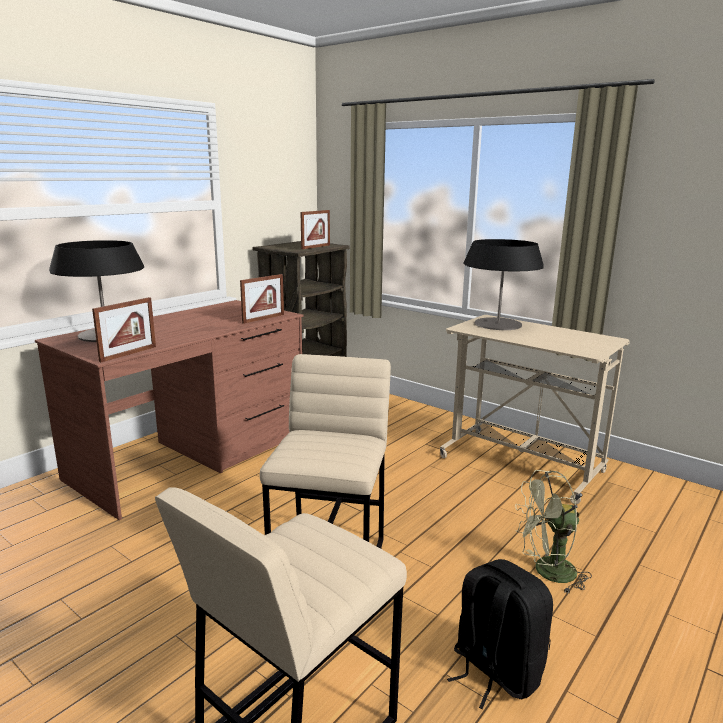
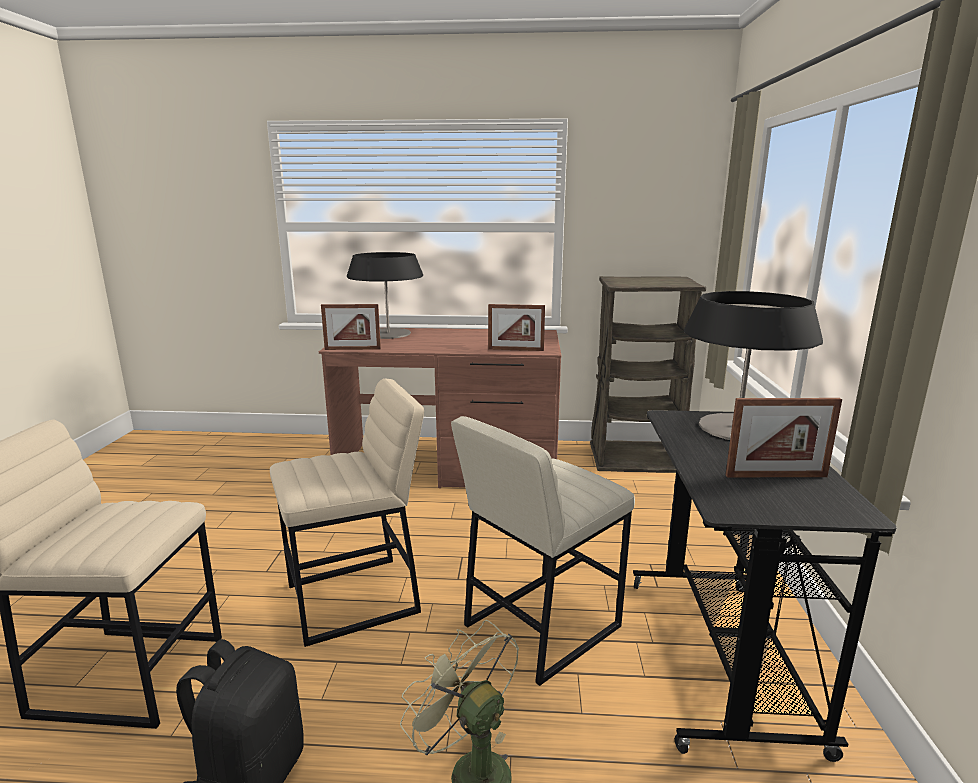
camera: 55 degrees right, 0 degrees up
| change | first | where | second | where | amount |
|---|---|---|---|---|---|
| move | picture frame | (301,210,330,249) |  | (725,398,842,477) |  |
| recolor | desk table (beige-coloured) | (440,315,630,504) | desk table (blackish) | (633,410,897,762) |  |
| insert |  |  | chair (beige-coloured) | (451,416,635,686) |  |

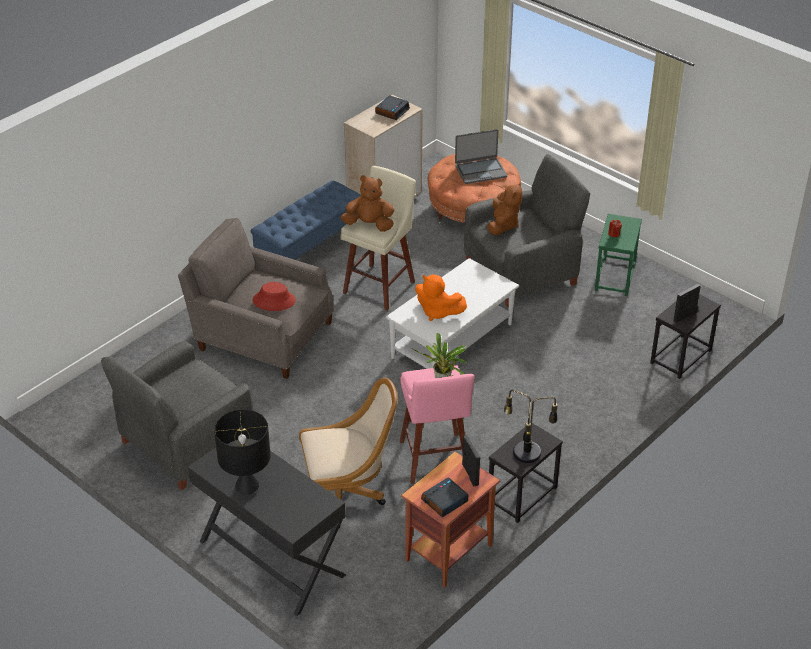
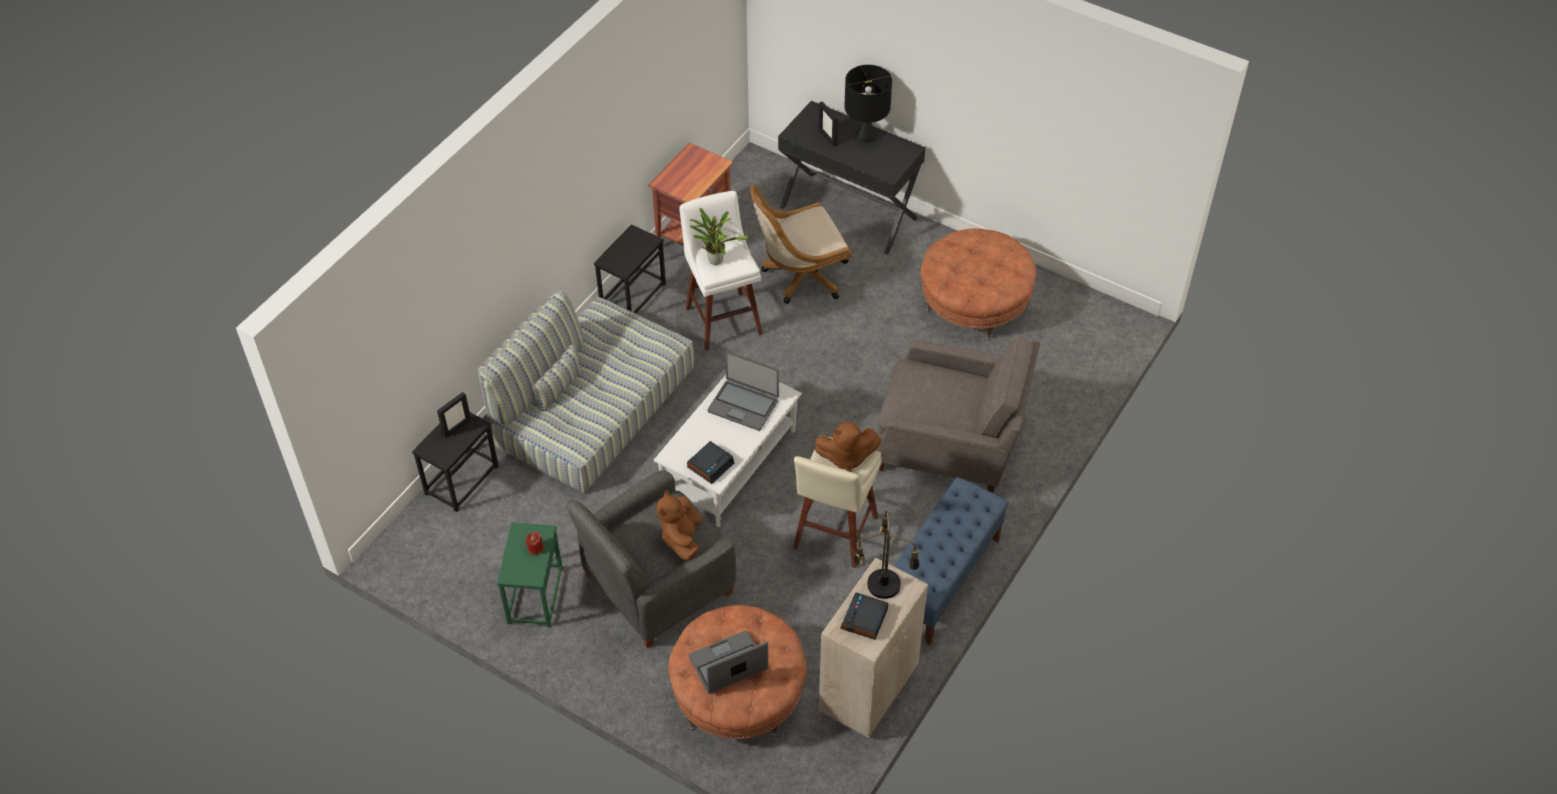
camera: 170 degrees right, 10 degrees up
| change | first | where | second | where | amount |
|---|---|---|---|---|---|
| replace | armchair (greyish) | (101,341,253,490) | ottoman (brown-coloured) | (921,228,1036,340) |  |
| delete | hat (red) | (252,282,296,311) |  |  |  |
| recolor | stool (pinkish) | (400,365,474,484) | stool (white) | (679,191,763,350) |  |
| replace | cuddly toy (orange-coloured) | (415,275,467,321) | notebook computer | (707,351,779,431) |  |
| move | alarm clock | (421,477,468,517) |  | (687,441,734,484) |  |
| move | picture frame | (462,435,480,487) |  | (818,102,838,147) |  |
| move | lamp for a table | (504,390,557,463) |  | (854,511,919,599) |  |
| insert |  |  | couch | (478,291,694,493) |  |

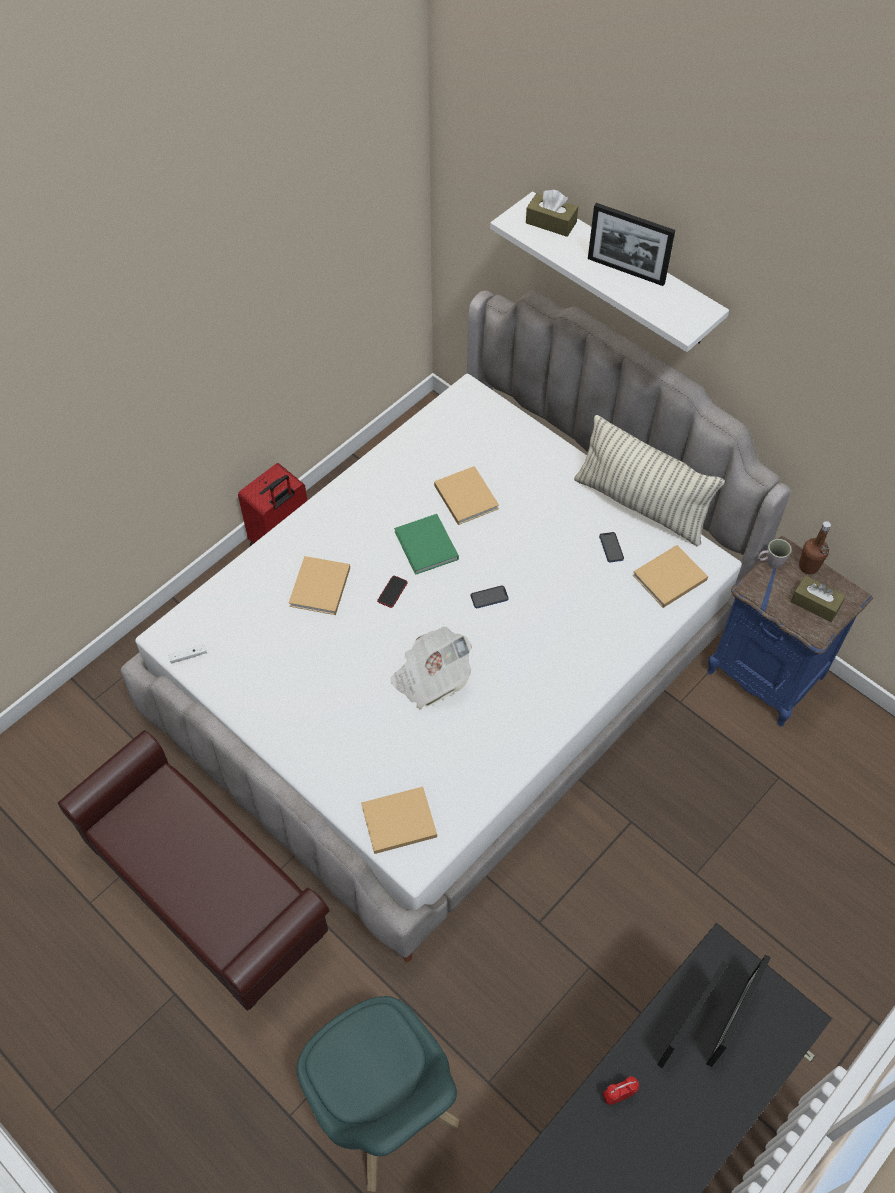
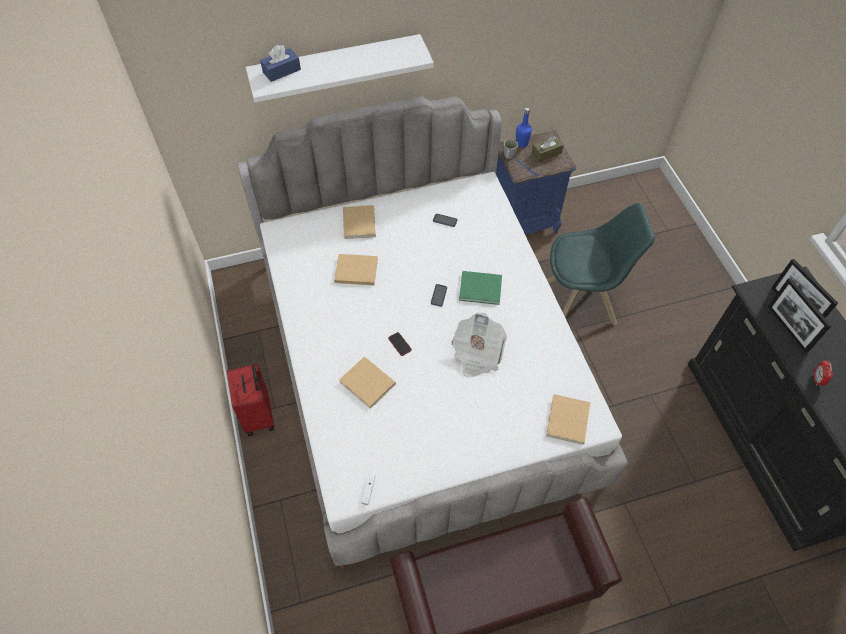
camera: 60 degrees left, 0 degrees up
| change | first | where | second | where | amount |
|---|---|---|---|---|---|
| move | chair (turquoise) | (296,996,459,1192) |  | (547,203,655,326) |  |
| move | book (green-coloured) | (394,514,459,575) |  | (459,271,502,305) |  |
| recolor | tissue box (brown-coloured) | (526,190,578,237) | tissue box (blue-coloured) | (260,45,301,82) |  |
| delete | cushion | (574,415,725,546) |  |  |  |
| delete | picture frame | (588,203,675,286) |  |  |  |
| move | book (beige-coloured) | (633,545,708,608) |  | (343,205,376,239) |  |
| recolor | bottle (brown-coloured) | (799,521,831,574) | bottle (blue-coloured) | (516,107,532,147) |  |

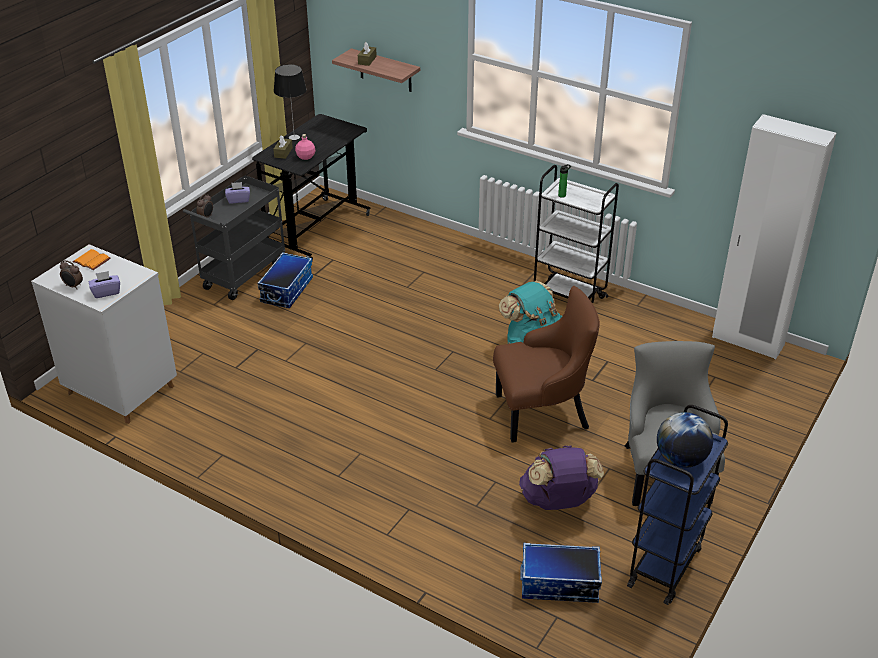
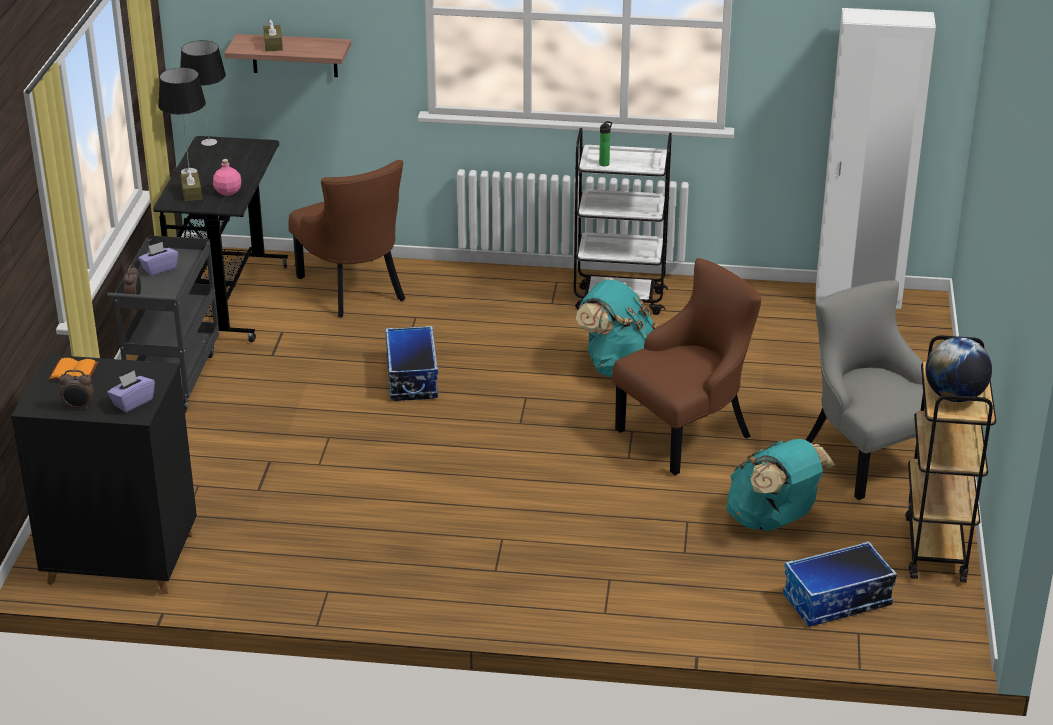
camera: 25 degrees left, 5 degrees down
| change | first | where | second | where | amount |
|---|---|---|---|---|---|
| recolor | dresser (white) | (31,244,177,424) | dresser (blackish) | (11,355,197,594) |  |
| move | storage container | (258,252,313,308) |  | (385,326,438,401) |  |
| recolor | rucksack (purple-coloured) | (519,445,604,510) | rucksack (turquoise) | (726,439,835,531) |  |
| recolor | cart (blue-coloured) | (627,405,728,605) | cart (brown-coloured) | (905,336,996,583) |  |
| insert |  |  | lamp for a table | (180,40,226,146) |  |
| insert |  |  | chair (brown-coloured) | (288,160,405,317) |  |

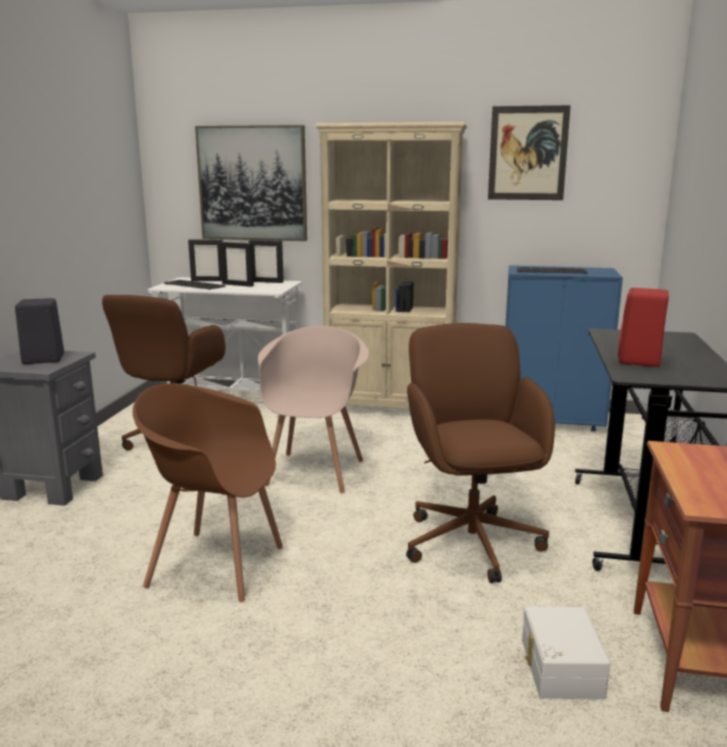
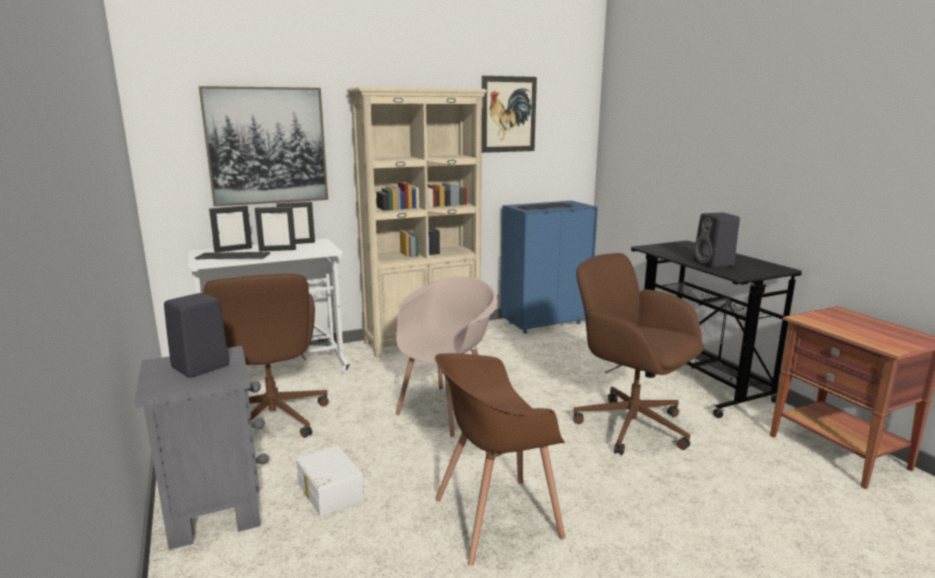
camera: 35 degrees left, 0 degrees up
| change | first | where | second | where | amount |
|---|---|---|---|---|---|
| rotate | chair (beige-coloured) | (258,326,369,493) |  | (396,276,498,437) | 60 degrees clockwise |
| move | storage container (white) | (522,607,610,699) |  | (296,445,364,516) |  |
| recolor | loudspeaker (red) | (618,288,669,367) | loudspeaker (blackish) | (694,213,740,268) |  |

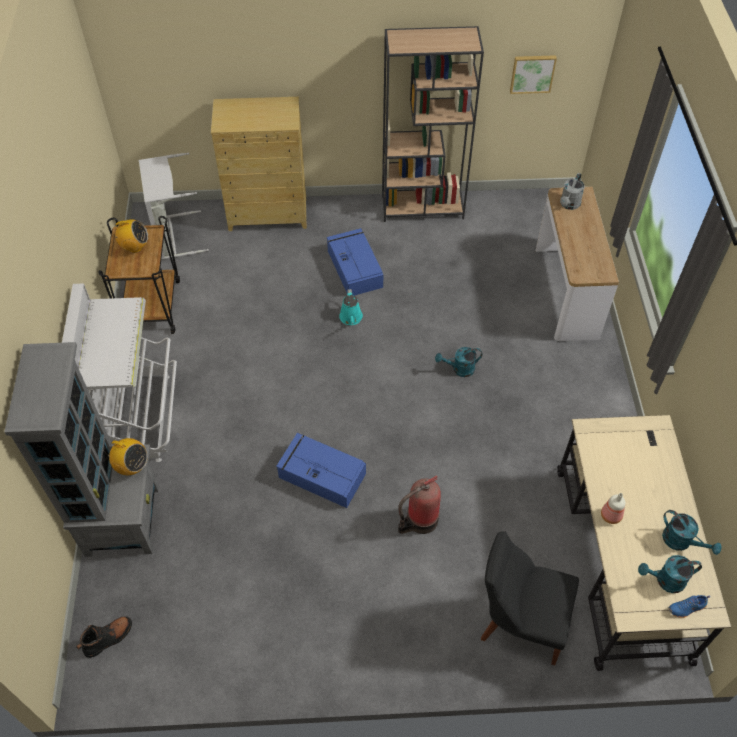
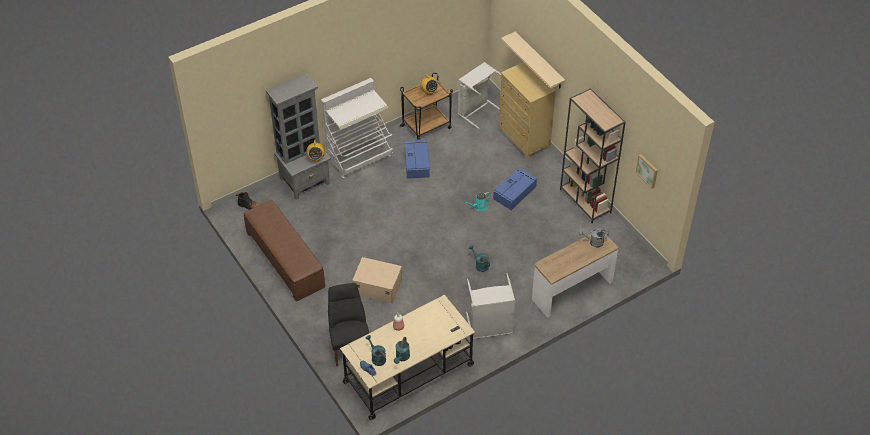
camera: 60 degrees right, 5 degrees down
| change | first | where | second | where | amount |
|---|---|---|---|---|---|
| move | storage container (blue-coloured) | (276,433,366,508) |  | (404,139,429,178) |  |
| replace | fire-fighting cylinder | (398,475,441,534) | storage container (beige-coloured) | (352,257,402,303) |  |
| insert |  |  | indoor bench (brown-coloured) | (244,200,325,301) |  |
| insert |  |  | washing basket (greyish) | (466,273,515,339) |  |
| insert |  |  | wall shelf (beige-coloured) | (501,32,565,89) |  |

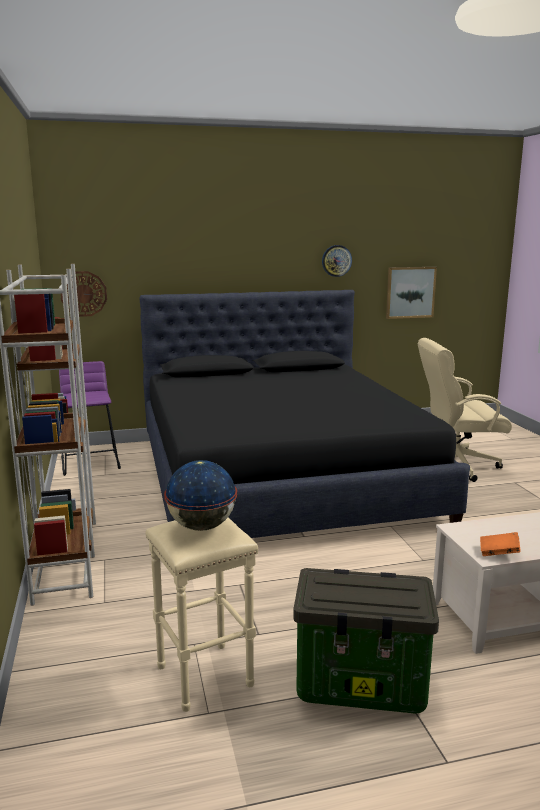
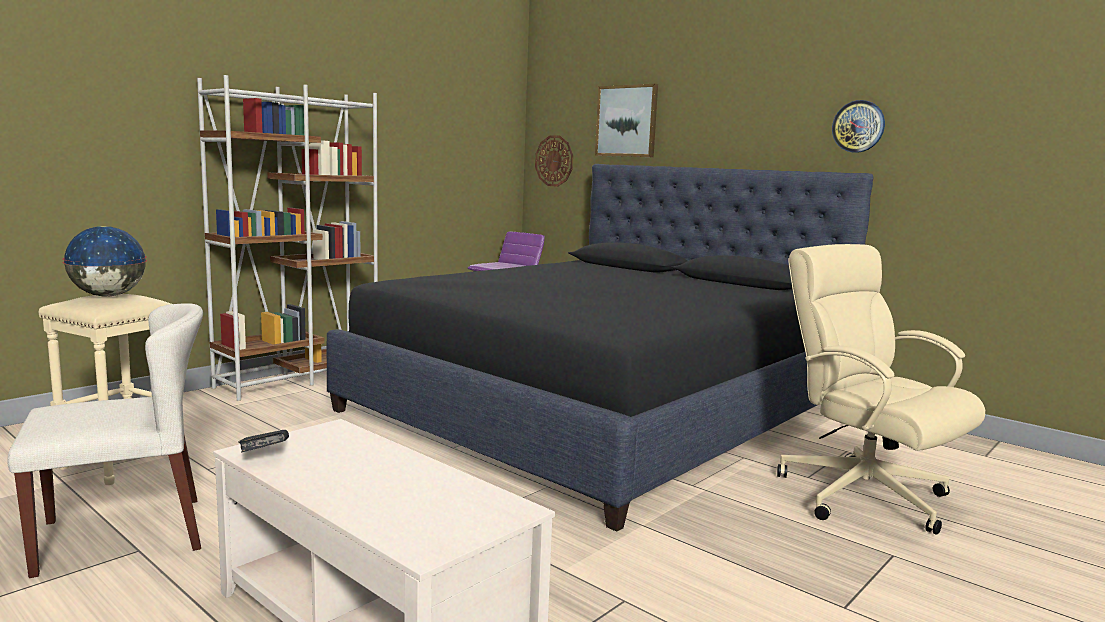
camera: 55 degrees right, 5 degrees down
| change | first | where | second | where | amount |
|---|---|---|---|---|---|
| replace | storage container | (293,568,439,713) | chair (beige-coloured) | (7,303,203,578) |  |
| move | wall picture | (386,267,437,319) |  | (595,84,658,157) |  |
| recolor | book (orange-coloured) | (480,532,521,556) | book (blackish) | (238,430,289,452) |  |

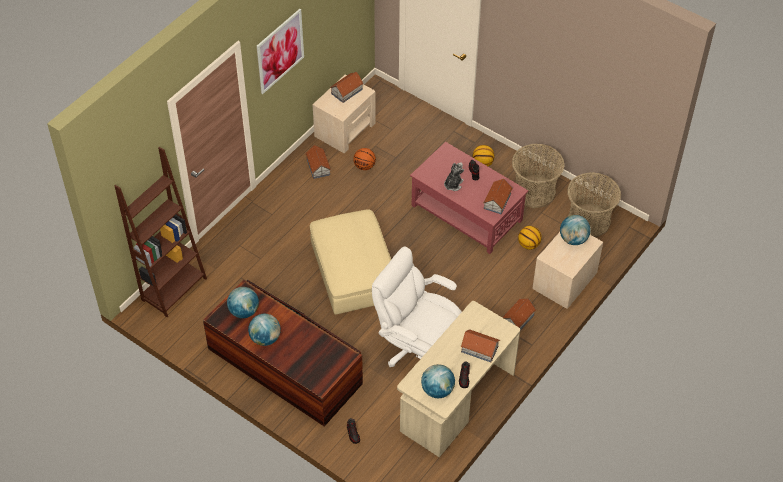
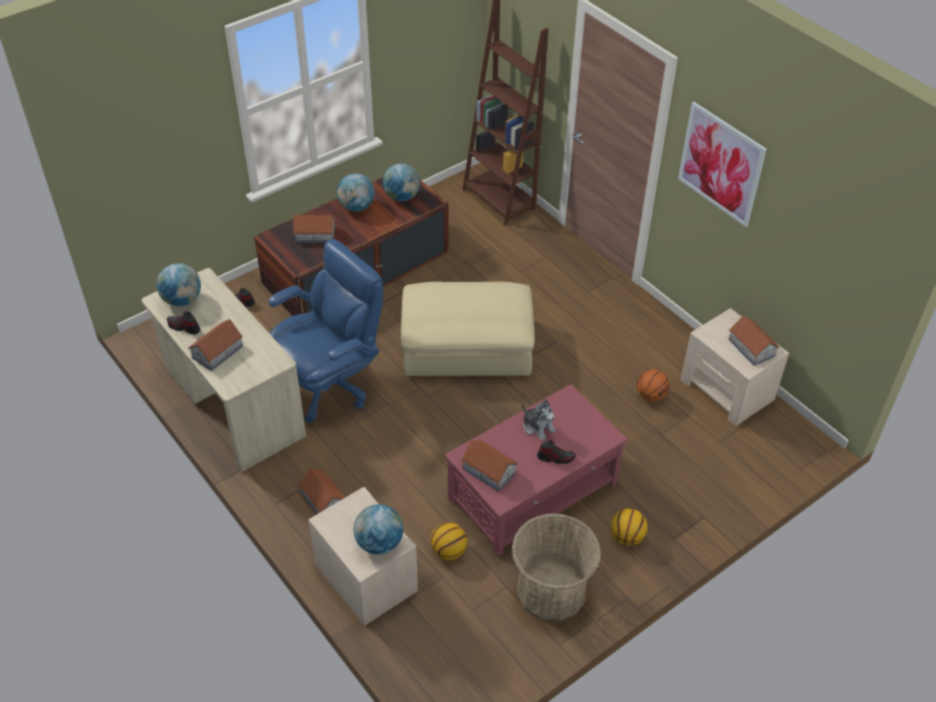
camera: 105 degrees right, 5 degrees down
| change | first | where | second | where | amount |
|---|---|---|---|---|---|
| move | toy house | (305,145,331,179) |  | (293,215,335,243) |  |
| recolor | computer chair (white) | (372,247,462,367) | computer chair (blue-coloured) | (268,239,383,423) |  |
| delete | basket | (567,172,621,237) |  |  |  |

